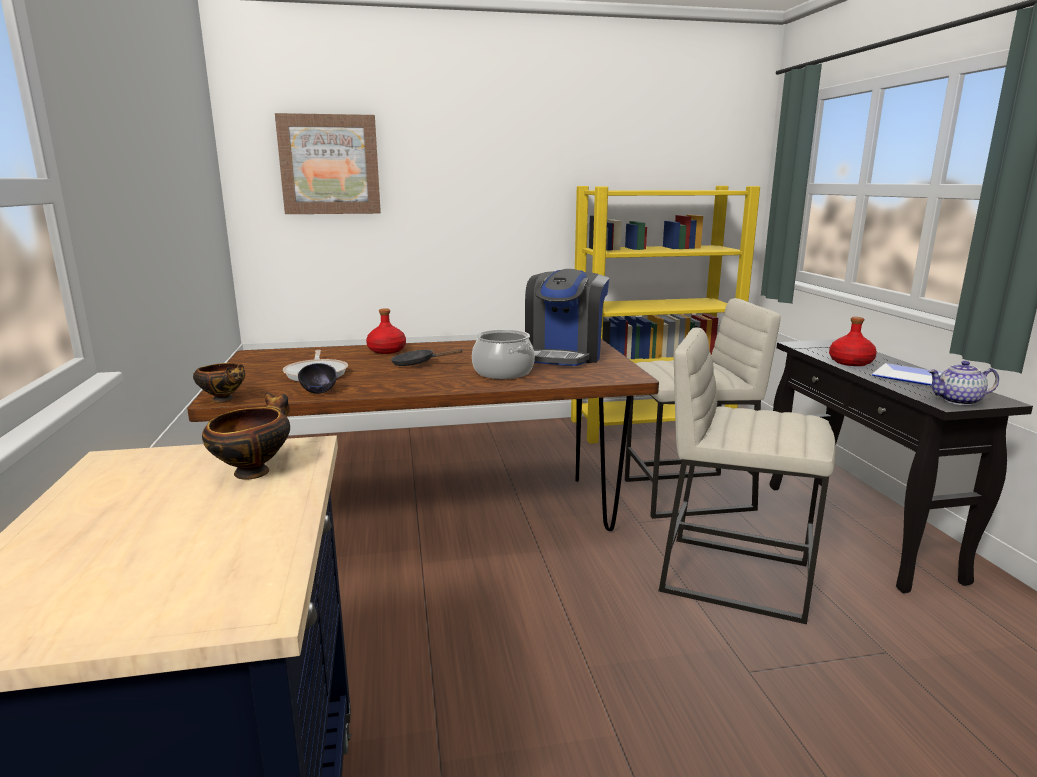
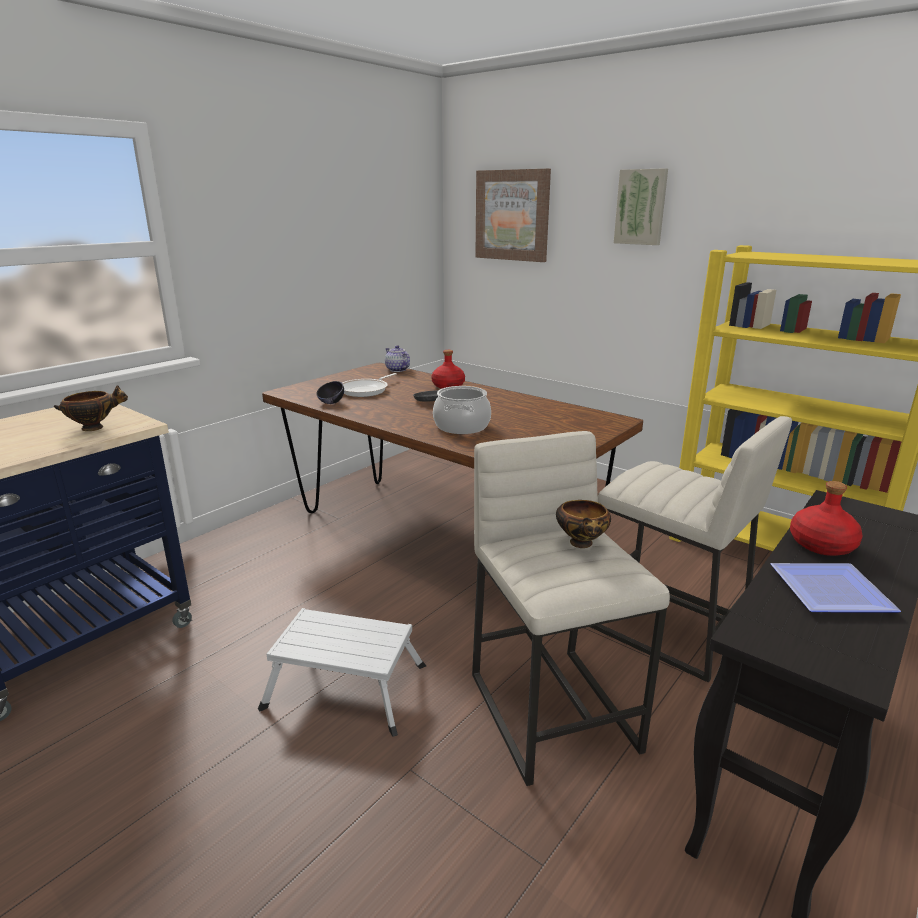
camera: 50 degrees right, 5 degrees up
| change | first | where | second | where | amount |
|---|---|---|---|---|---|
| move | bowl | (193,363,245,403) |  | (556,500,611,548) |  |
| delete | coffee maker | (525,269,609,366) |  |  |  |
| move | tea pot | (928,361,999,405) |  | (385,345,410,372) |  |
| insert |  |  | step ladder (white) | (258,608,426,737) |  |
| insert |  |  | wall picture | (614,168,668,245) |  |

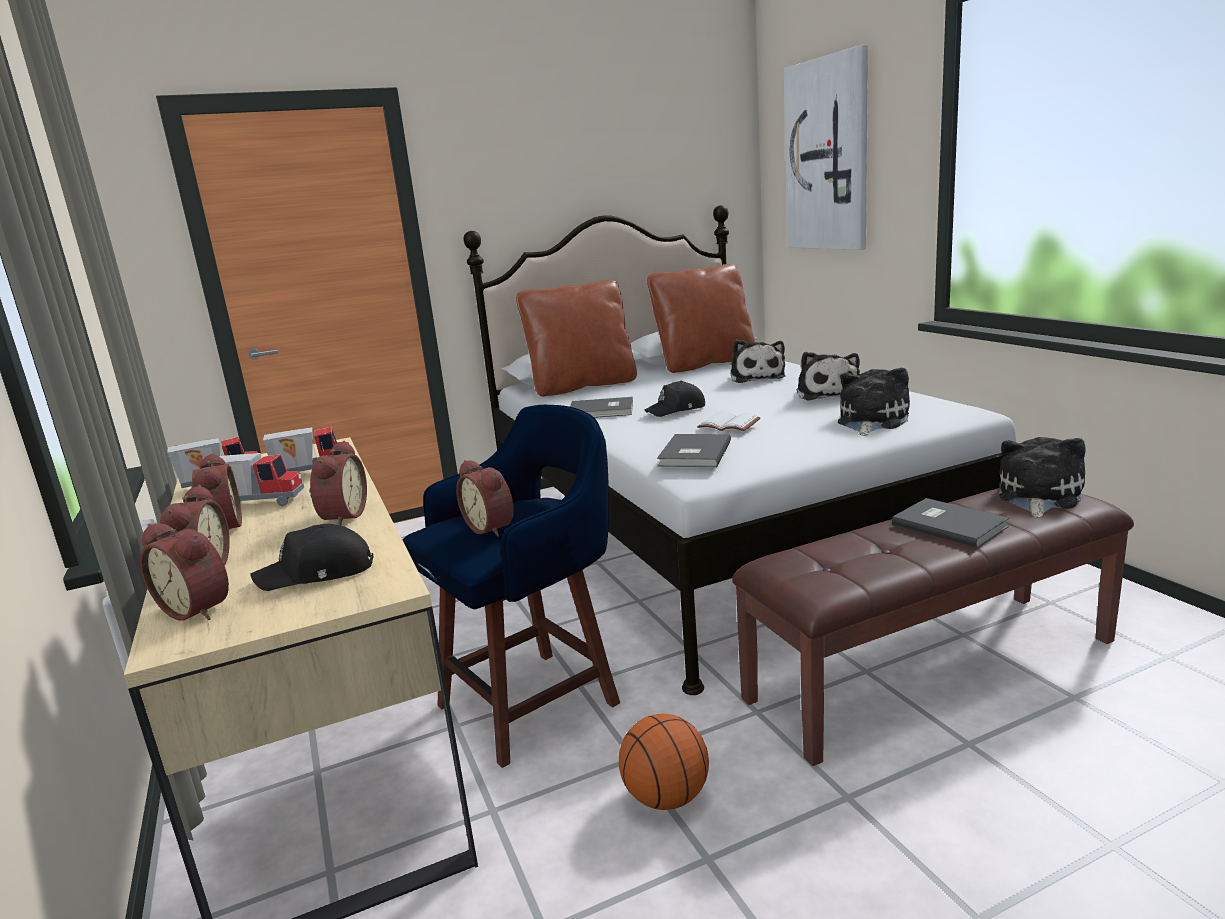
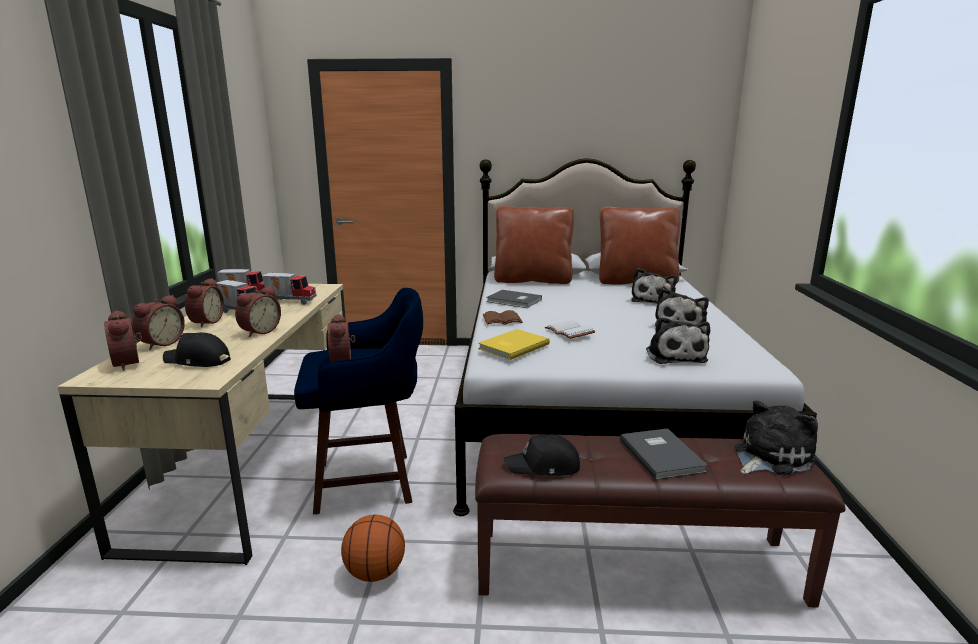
camera: 25 degrees right, 0 degrees up
| change | first | where | second | where | amount |
|---|---|---|---|---|---|
| move | cap (blackish) | (645,381,705,417) |  | (503,434,580,476) |  |
| recolor | book (greyish) | (657,434,731,467) | book (yellow) | (478,329,550,360) |  |
| delete | wall picture | (784,44,868,250) |  |  |  |
| rotate | cuddly toy | (838,368,910,436) |  | (646,317,710,364) | 120 degrees clockwise |
| insert |  |  | book (brown-coloured) | (483,310,523,325) |  |

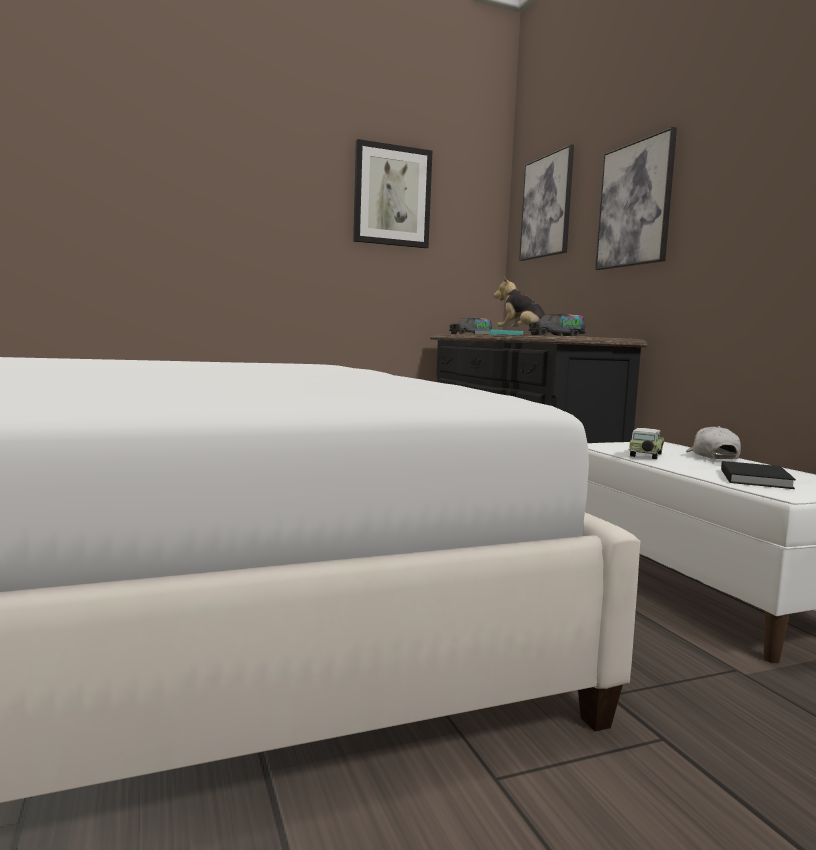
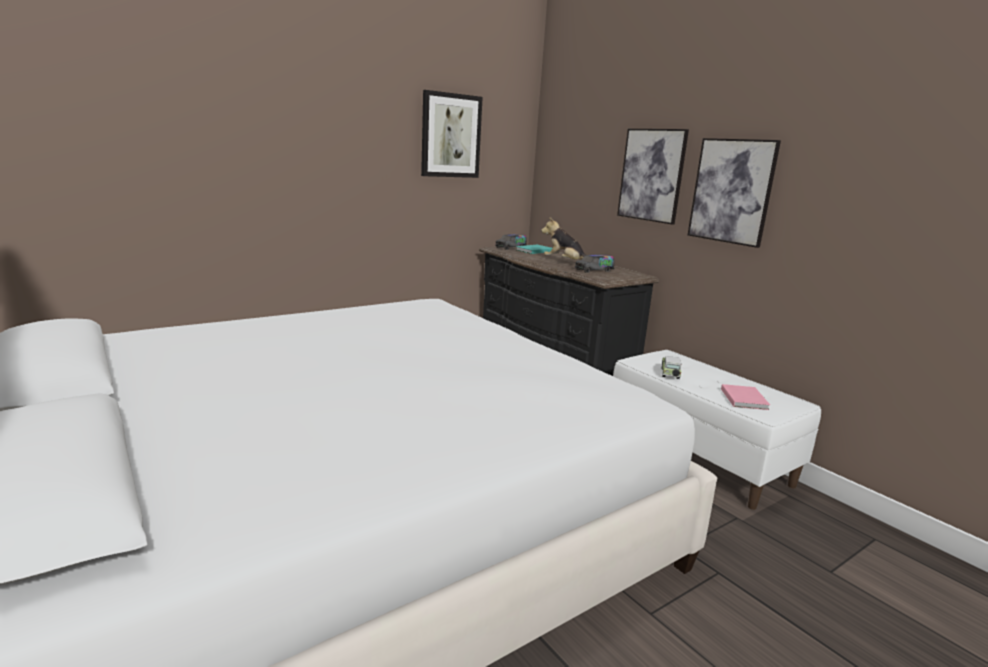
camera: 15 degrees left, 10 degrees up
| change | first | where | second | where | amount |
|---|---|---|---|---|---|
| move | wall picture | (519,144,574,261) |  | (688,138,781,248) |  |
| delete | cap (white) | (686,426,741,459) |  |  |  |
| recolor | book (blackish) | (721,461,796,489) | book (pinkish) | (721,384,770,410) |  |

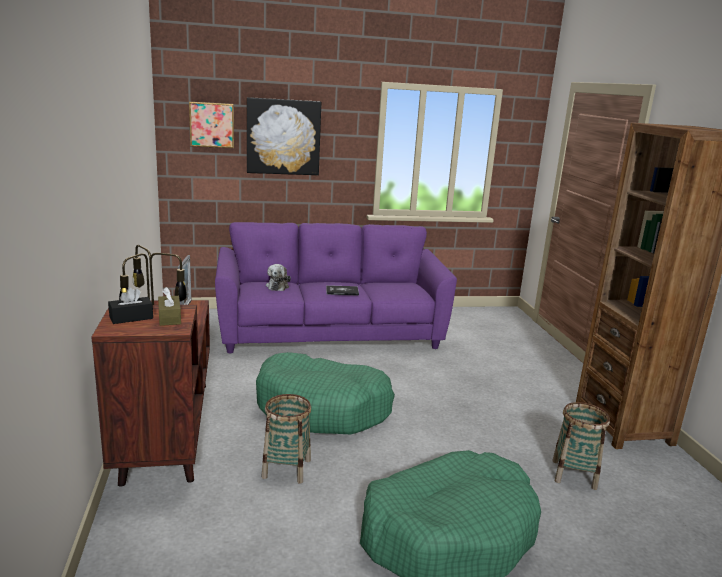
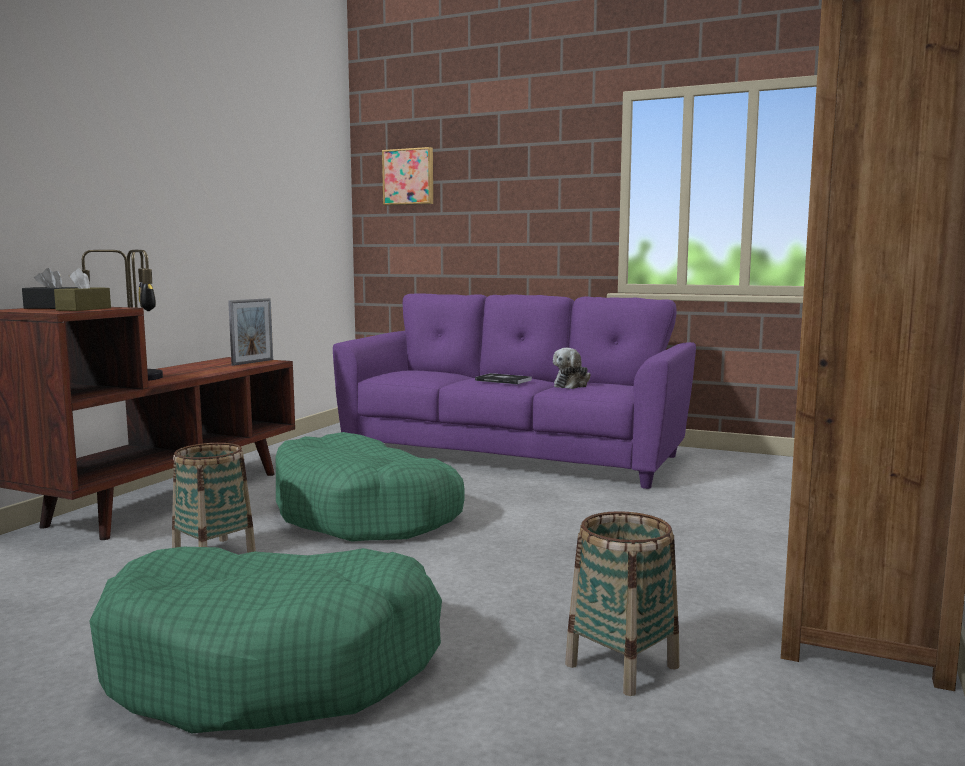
camera: 35 degrees right, 10 degrees down
| change | first | where | second | where | amount |
|---|---|---|---|---|---|
| delete | wall picture | (247,97,321,175) |  |  |  |
| move | cuddly toy | (266,264,291,291) |  | (553,348,591,389) |  |

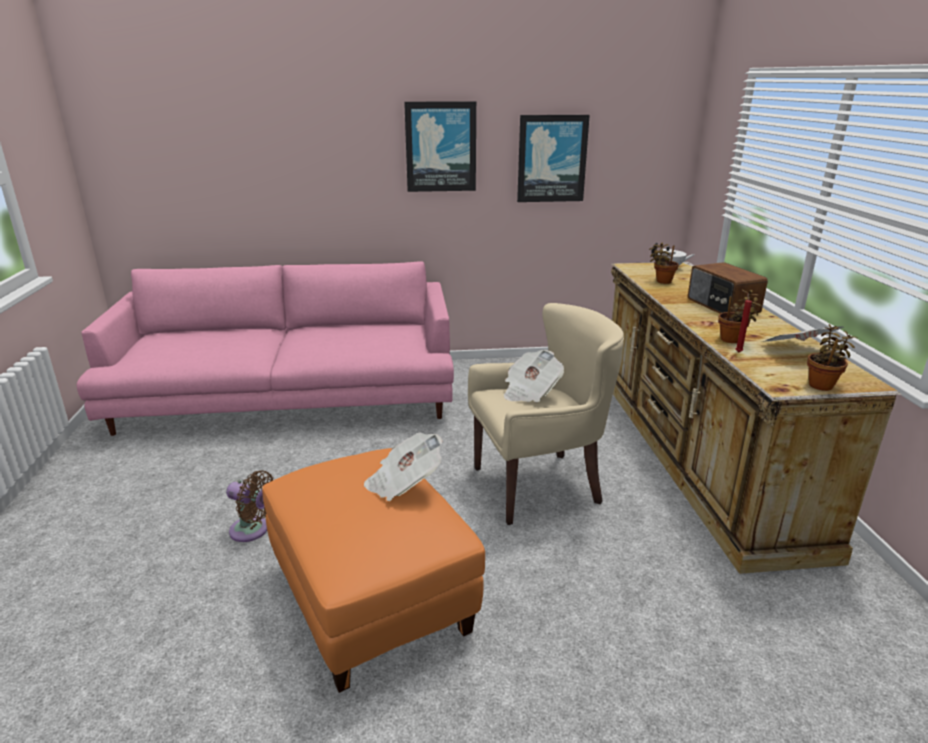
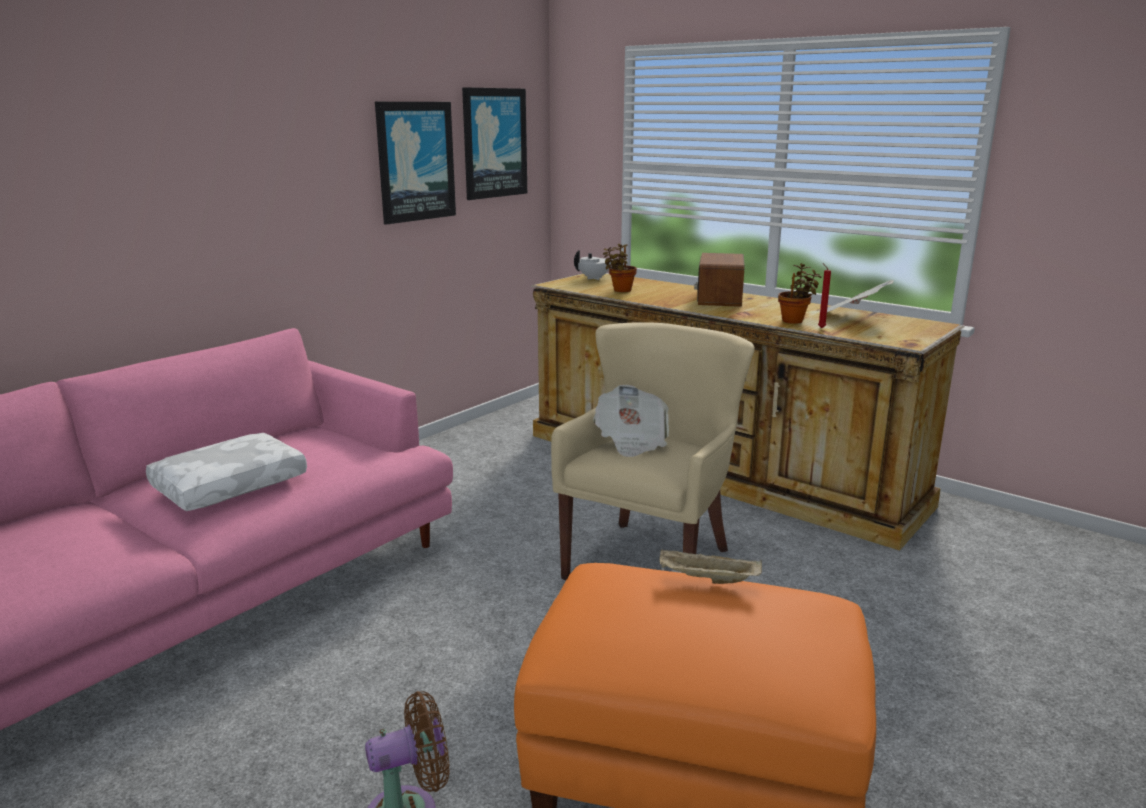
camera: 45 degrees left, 5 degrees down
| change | first | where | second | where | amount |
|---|---|---|---|---|---|
| replace | daily paper | (364,432,443,501) | carrying tray (beige-coloured) | (660,549,762,584) |  |
| move | wall picture | (404,101,476,192) |  | (462,87,527,200) |  |
| rotate | radio receiver | (688,262,768,314) |  | (694,253,745,307) | 75 degrees clockwise |
| delete | plant in a pot | (807,324,857,391) |  |  |  |
| insert |  |  | cushion (white) | (146,433,307,511) |  |

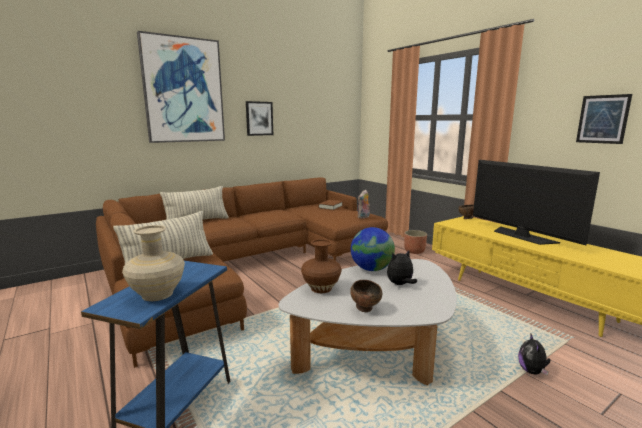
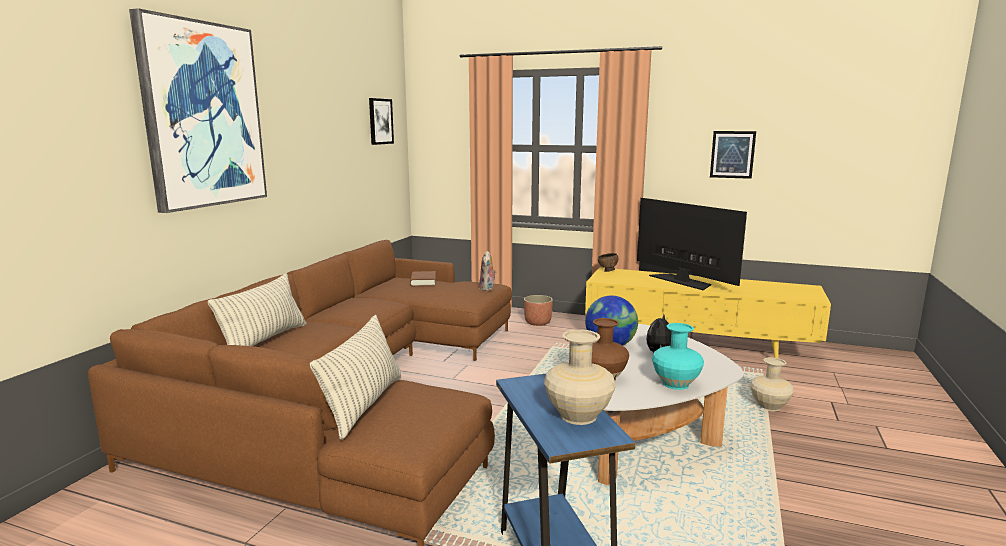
camera: 35 degrees left, 0 degrees up
| change | first | where | second | where | amount |
|---|---|---|---|---|---|
| move | wall picture | (246,101,273,136) |  | (369,98,394,145) |  |
| replace | bowl (brown-coloured) | (350,280,382,312) | flower vase (turquoise) | (652,323,704,390) |  |
| rotate | TV set | (473,160,600,245) |  | (637,198,747,290) | 150 degrees counterclockwise |
| replace | cuddly toy | (518,333,550,375) | flower vase (beige-coloured) | (750,357,794,411) |  |

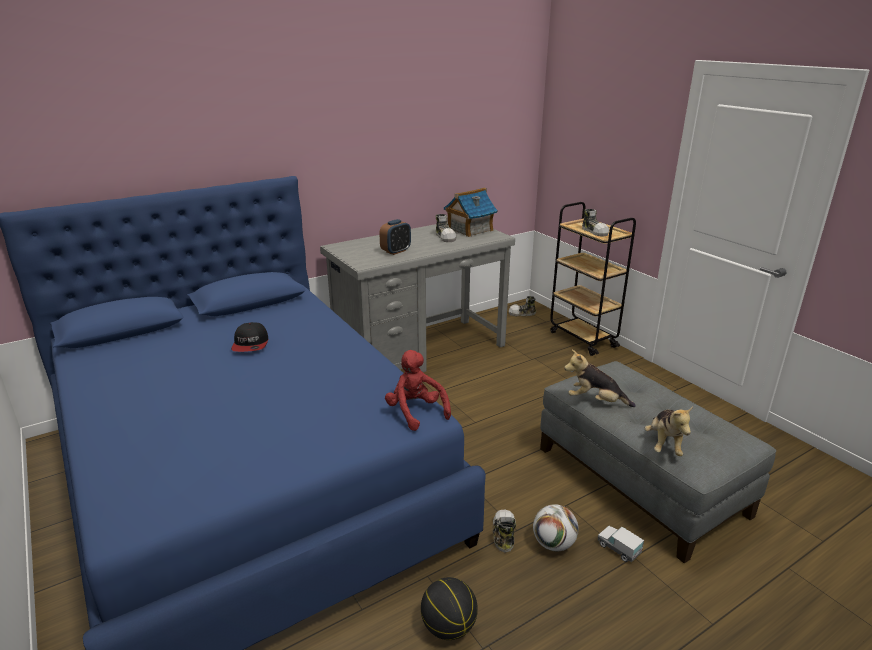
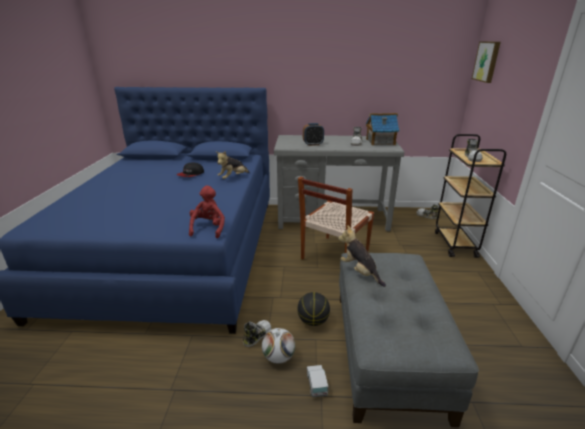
camera: 35 degrees right, 0 degrees up
| change | first | where | second | where | amount |
|---|---|---|---|---|---|
| move | basketball | (421,577,478,640) |  | (297,292,330,326) |  |
| move | cuddly toy | (645,407,693,456) |  | (216,151,249,179) |  |
| insert |  |  | chair | (298,176,374,259) |  |
| insert |  |  | wall picture | (472,41,501,83) |  |

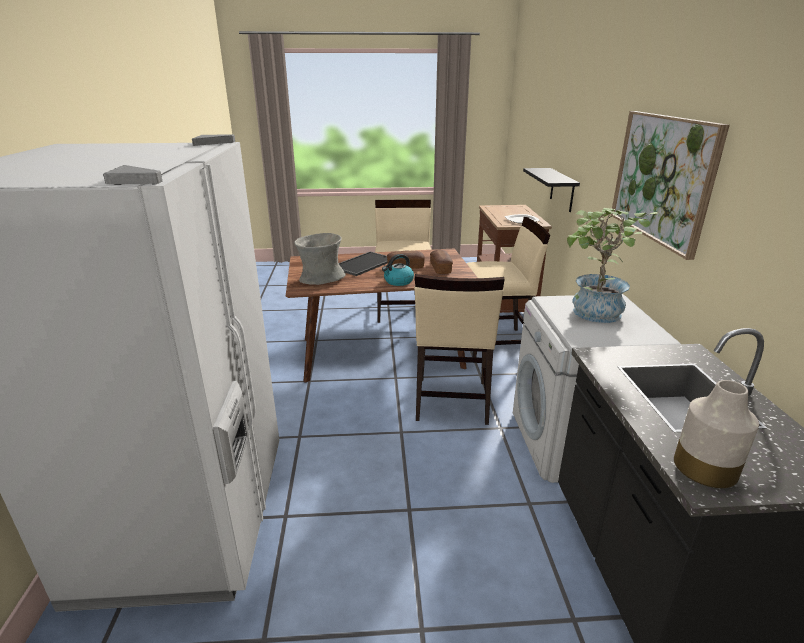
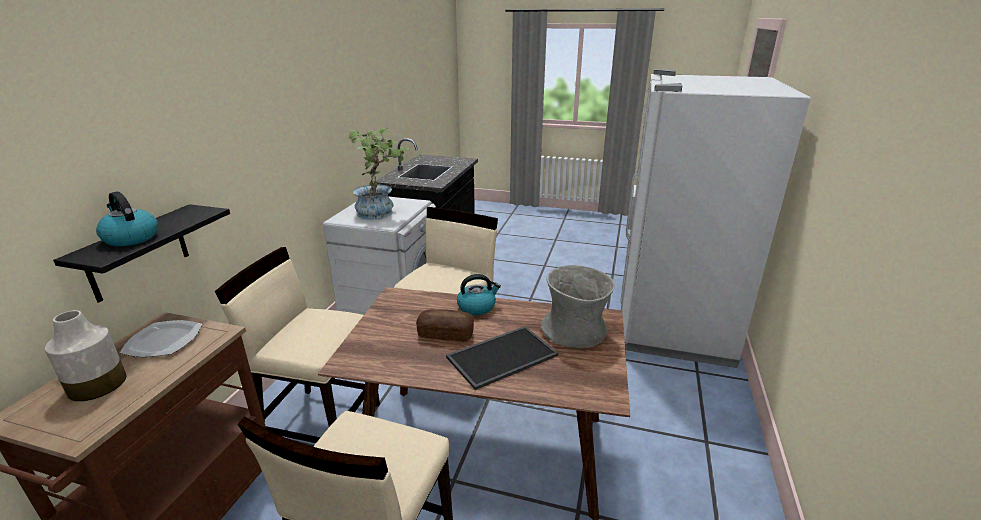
camera: 160 degrees left, 0 degrees up
| change | first | where | second | where | amount |
|---|---|---|---|---|---|
| delete | bakery bread | (430,250,453,274) |  |  |  |
| delete | wall picture | (611,111,730,260) |  |  |  |
| move | flower vase (beige-coloured) | (674,380,759,488) |  | (45,310,127,401) |  |
| insert |  |  | kettle | (96,191,158,246) |  |

